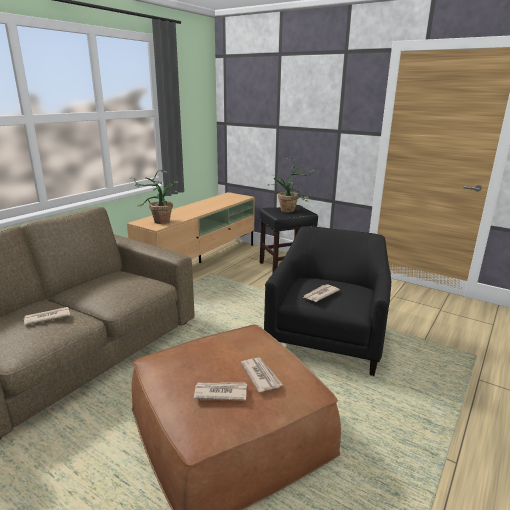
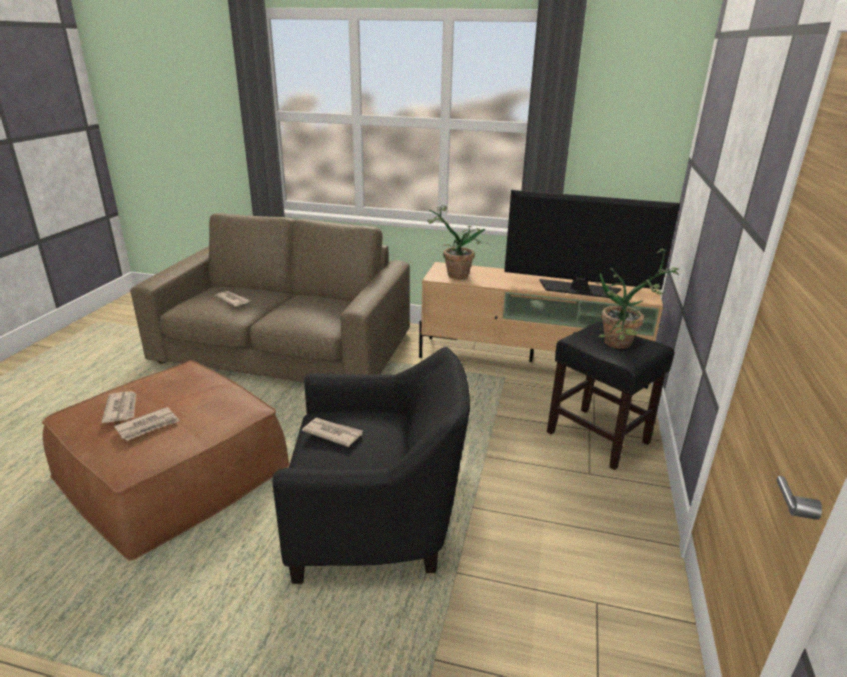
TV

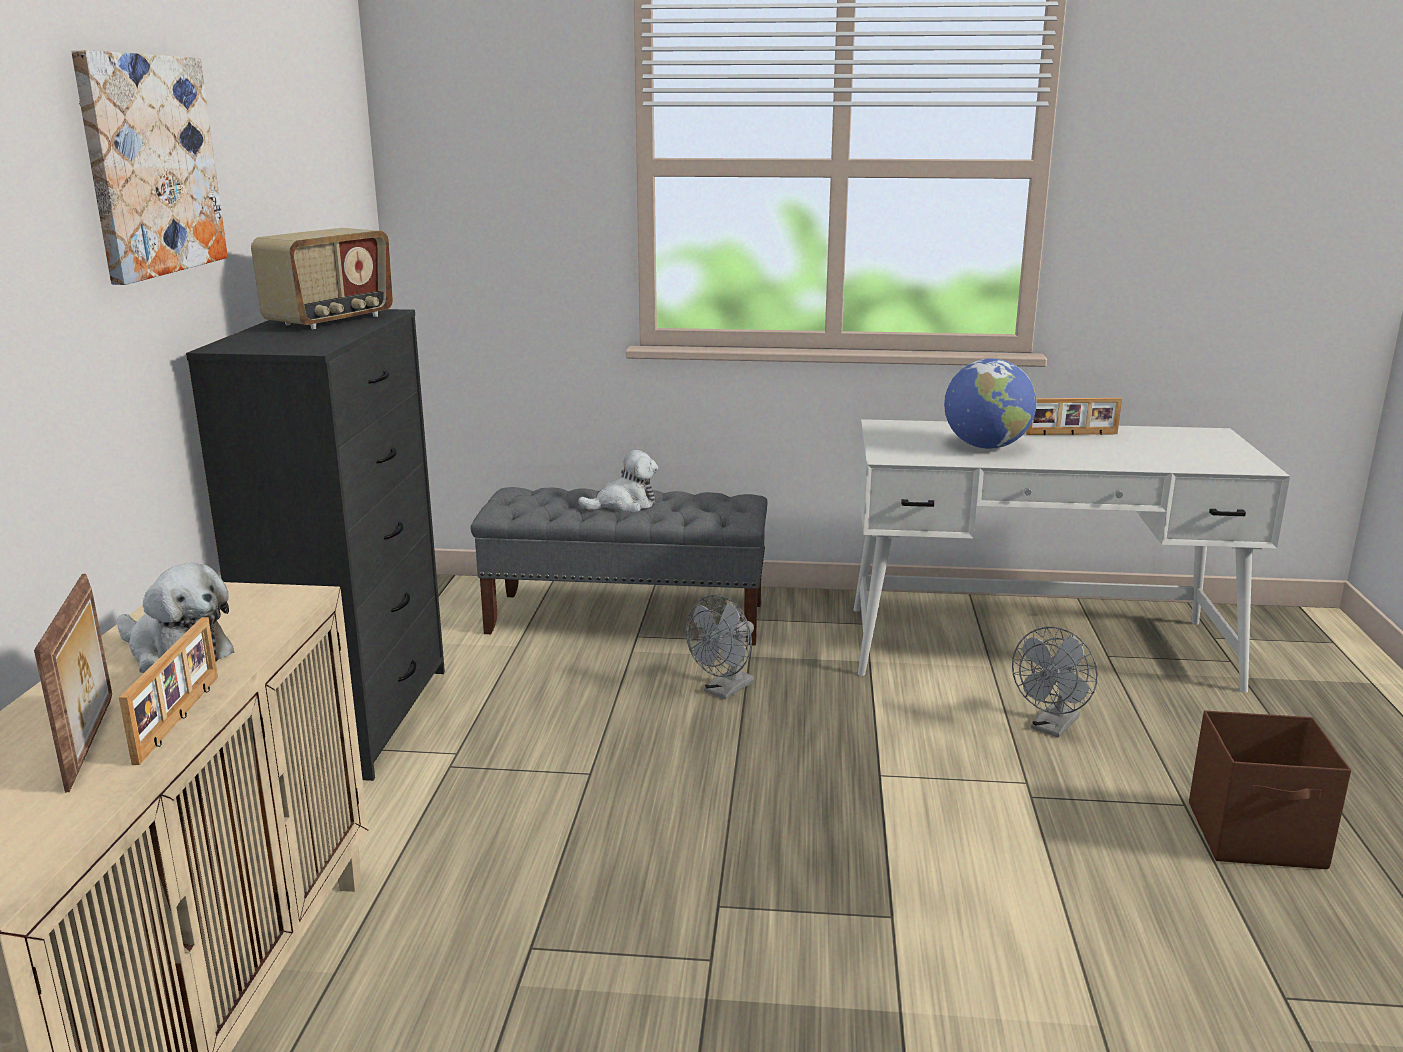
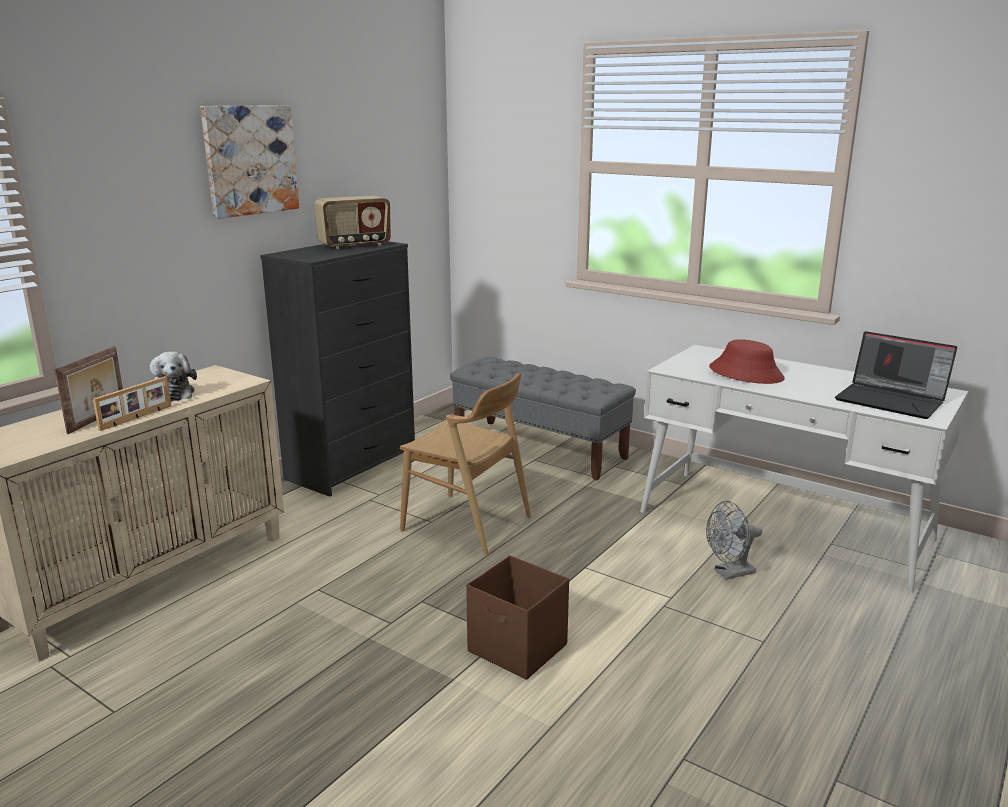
red-coloured hat
picture frame (3rd from left in the first image)
plush toy (2nd from left in the first image)
grey fan (1st from left in the first image)
brown-coloured storage bin
laptop
brown-coloured upright chair

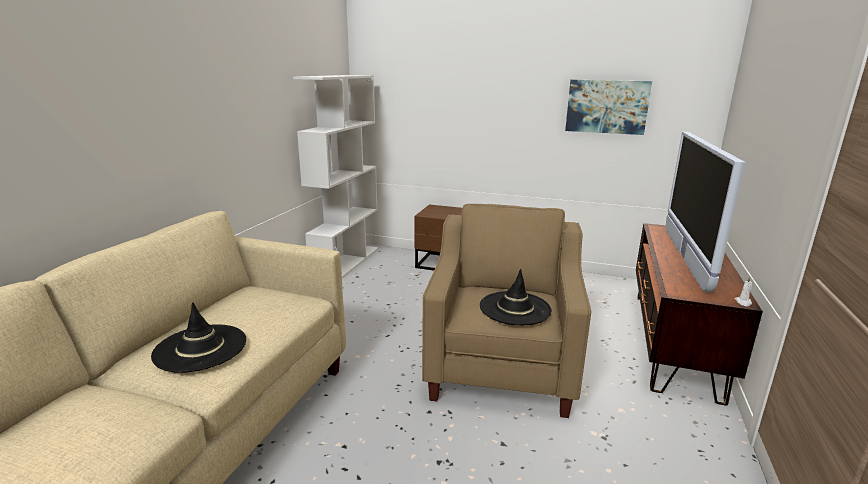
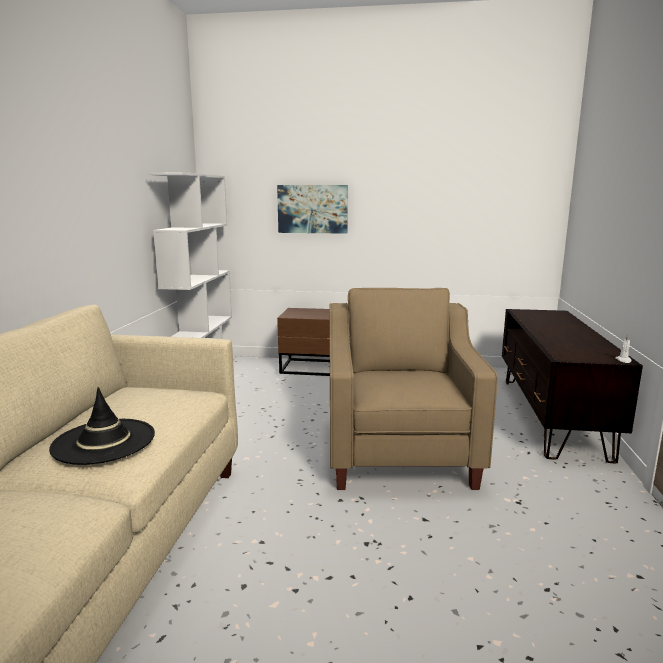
wall picture
TV
black-coloured hat (2nd from left in the first image)

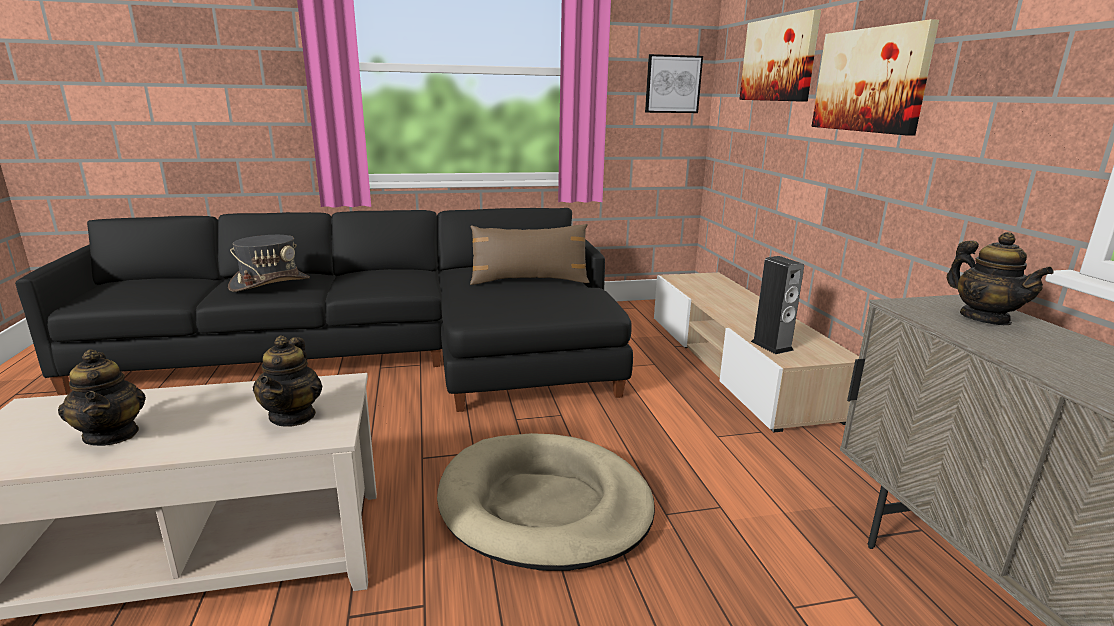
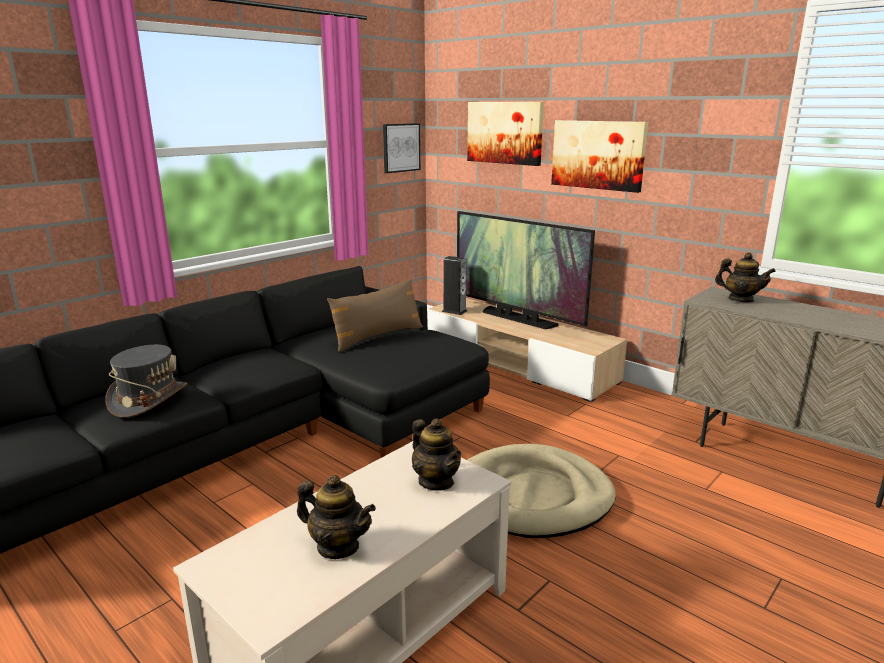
speaker
TV

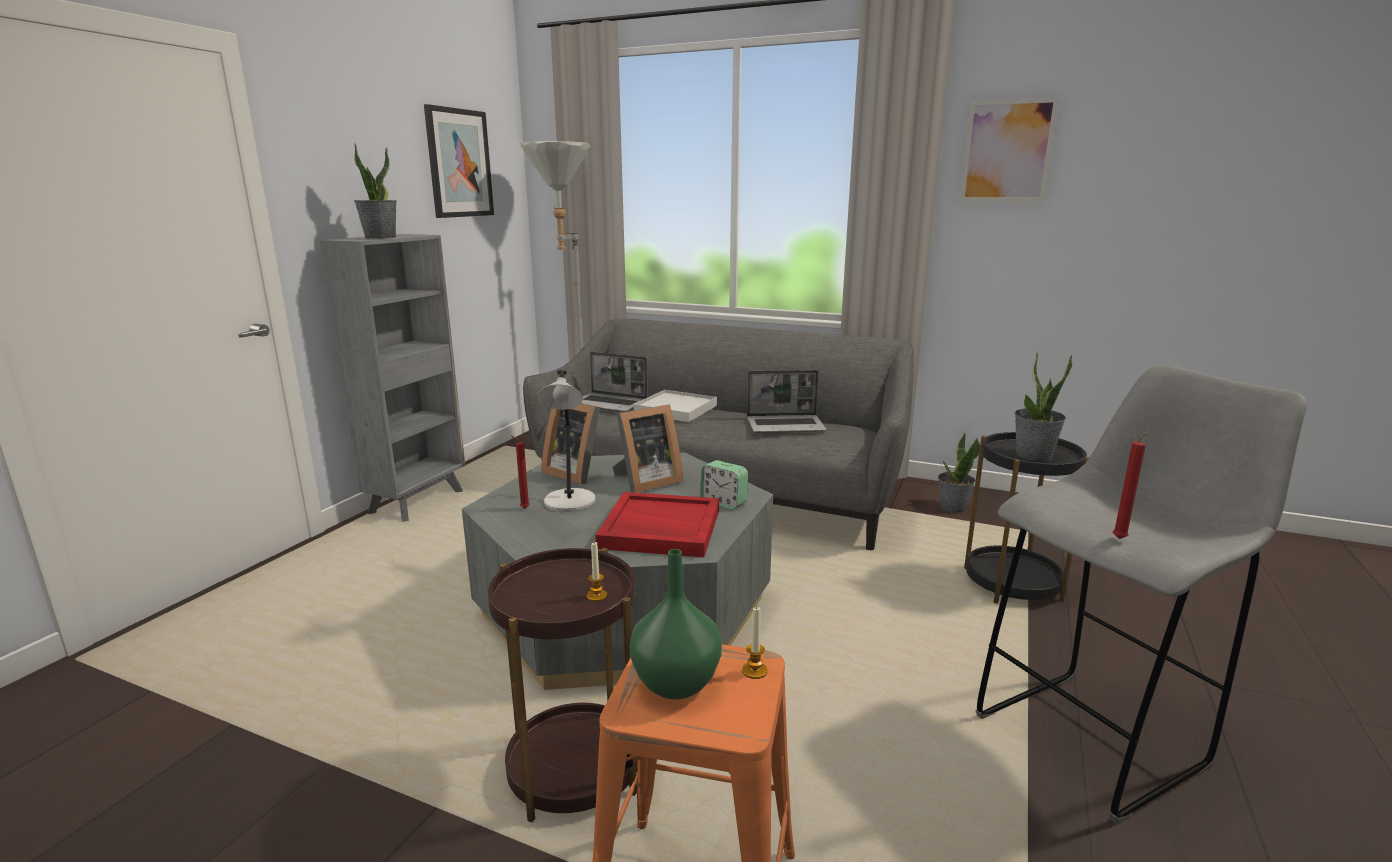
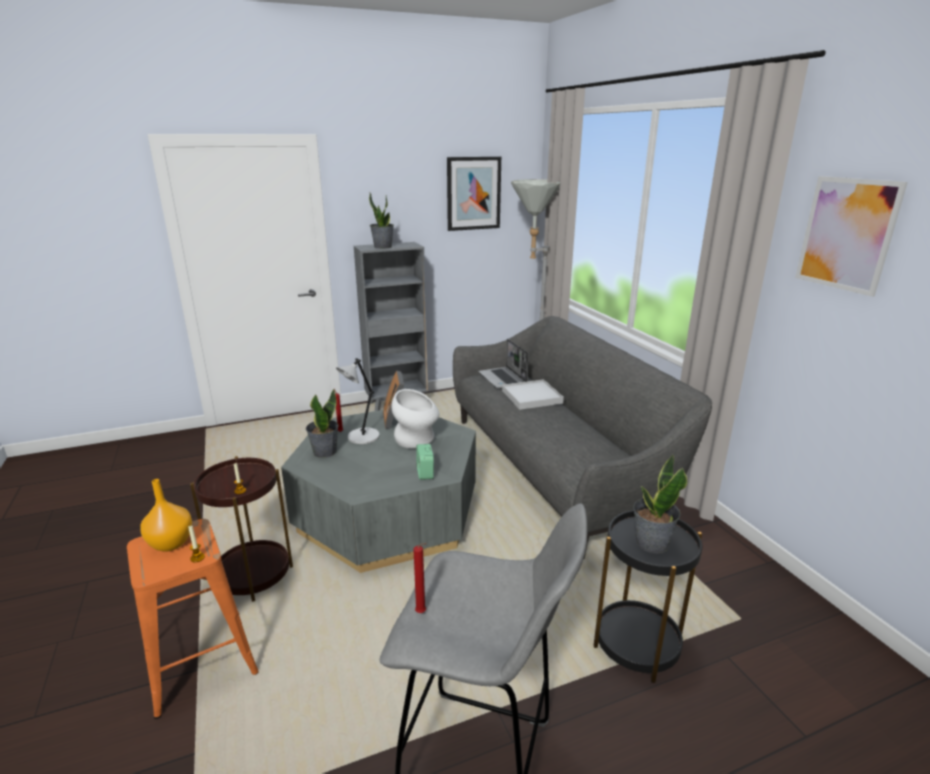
laptop (2nd from left in the first image)
white vase
houseplant (1st from left)
red-coloured serving tray
orange-coloured vase

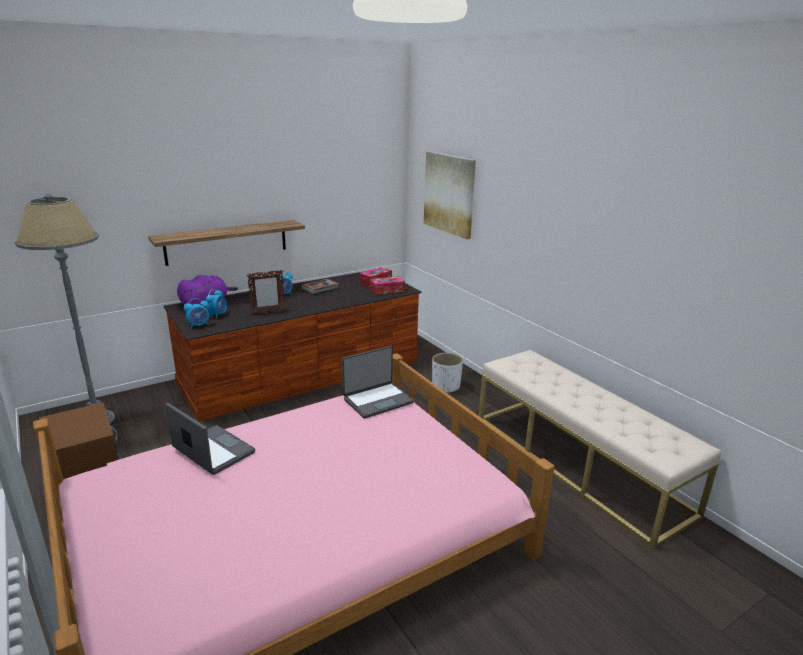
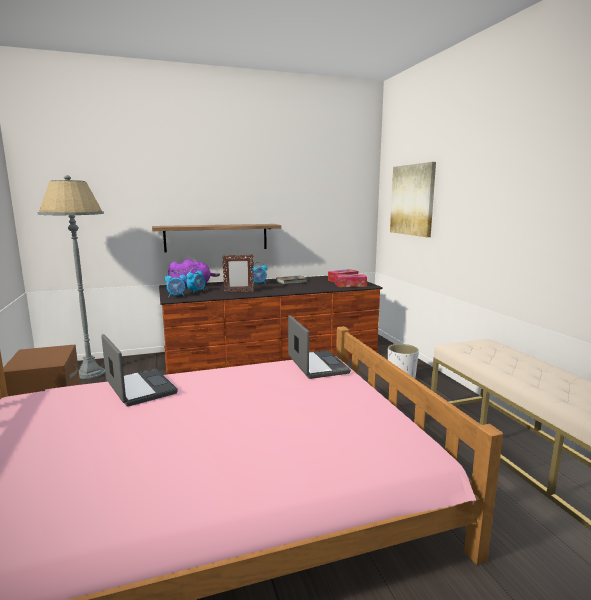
laptop (2nd from left)

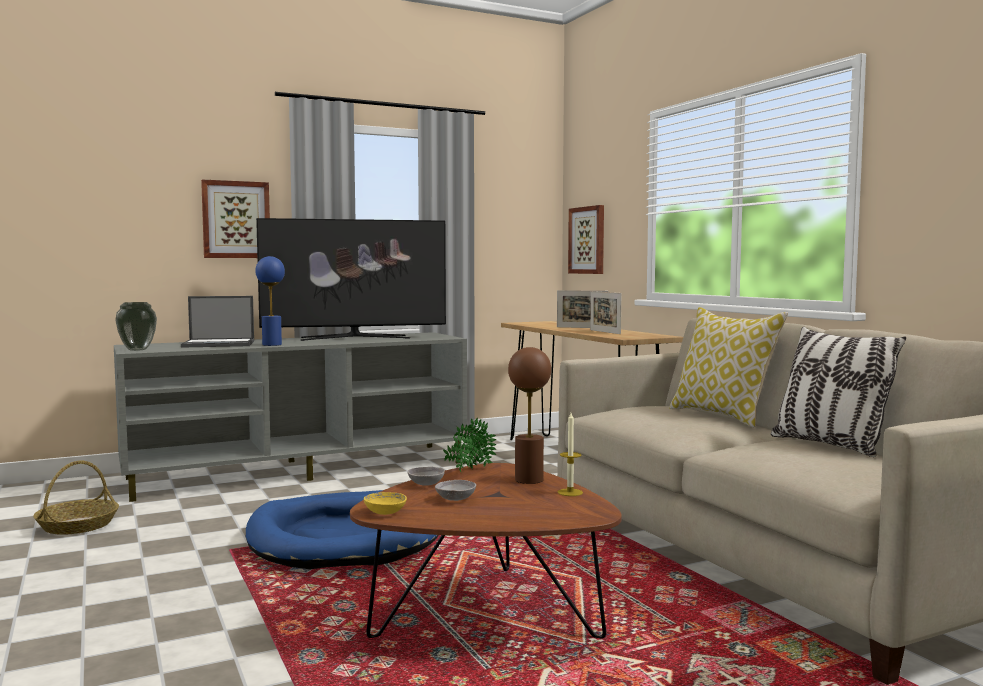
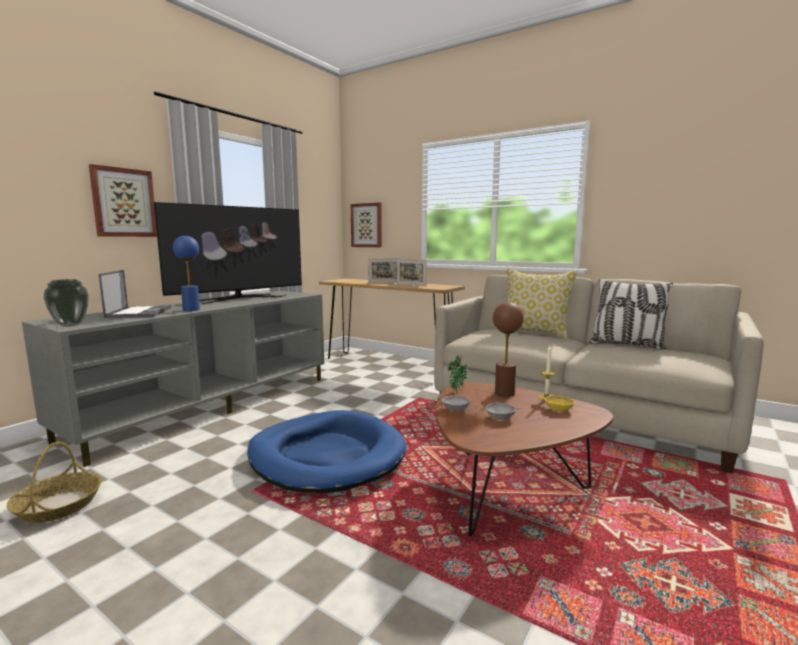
laptop
yellow-coloured bowl

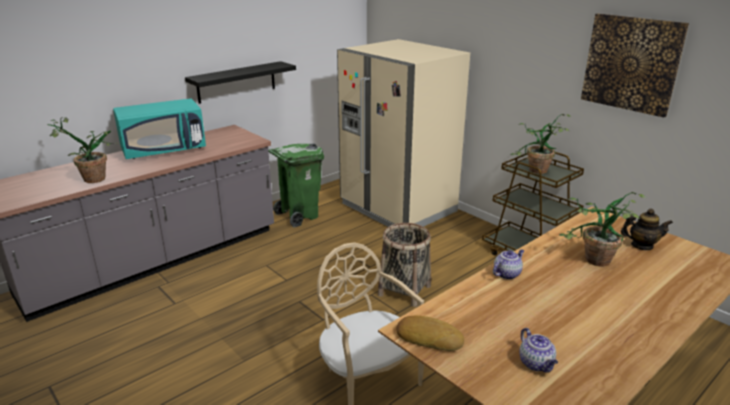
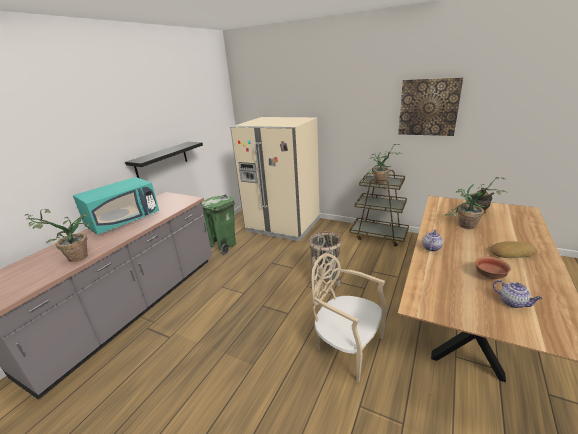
baked bread
bowl

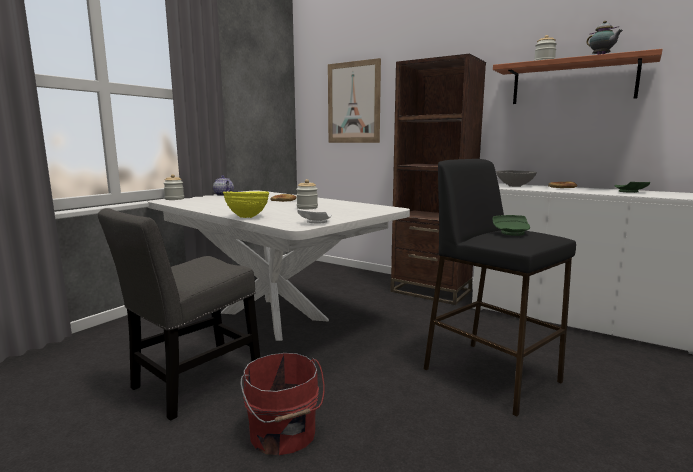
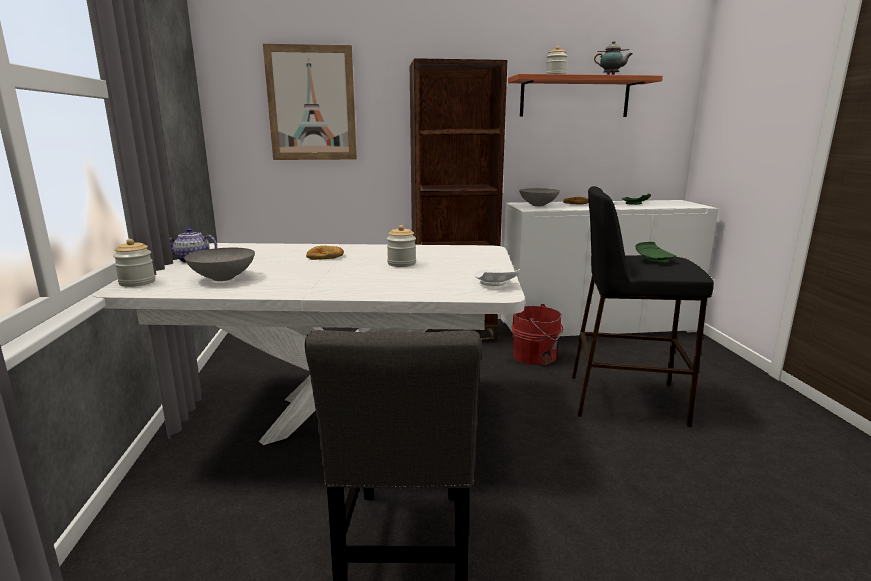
yellow-coloured bowl
red-coloured bucket
grey bowl (1st from left)

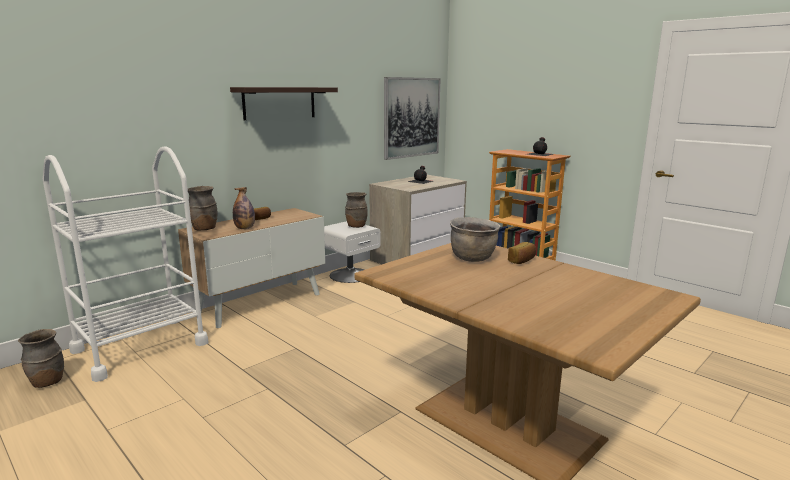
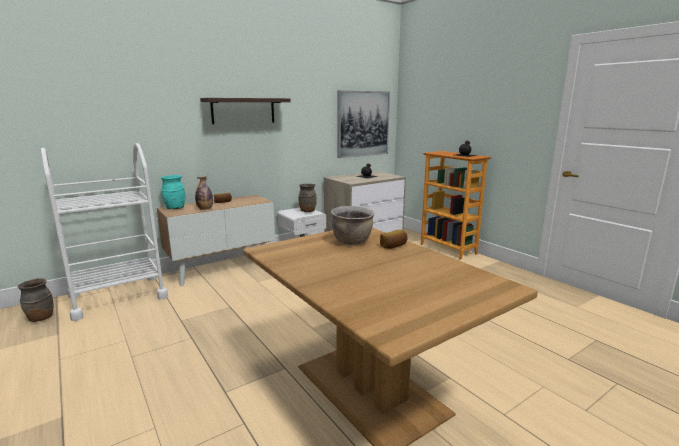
blue-green vase

